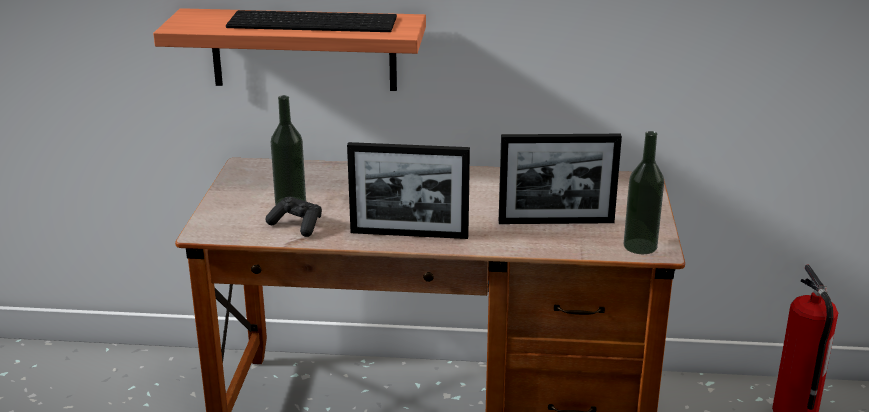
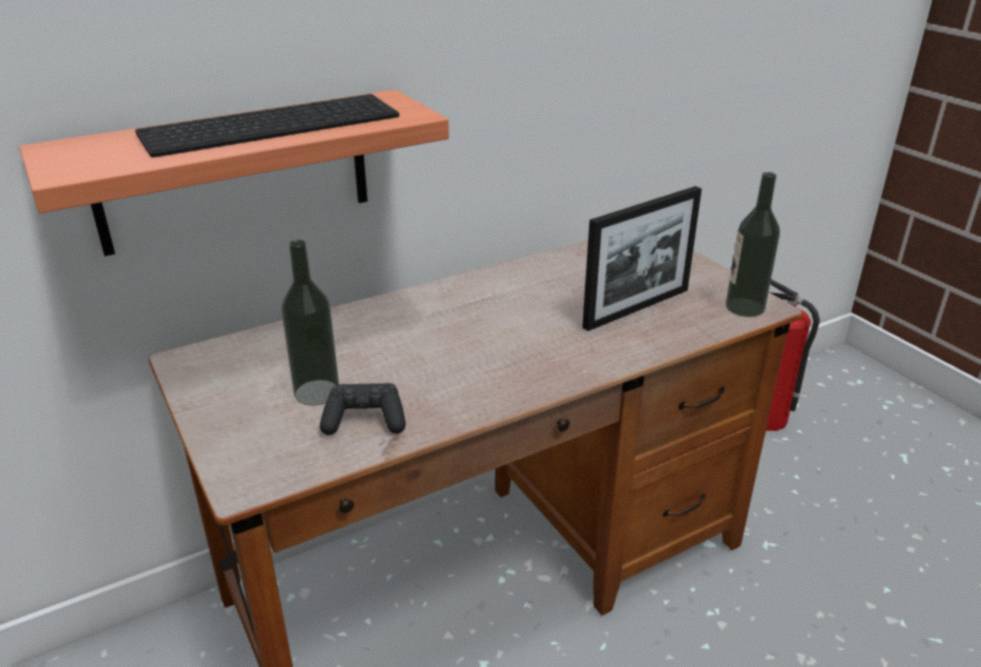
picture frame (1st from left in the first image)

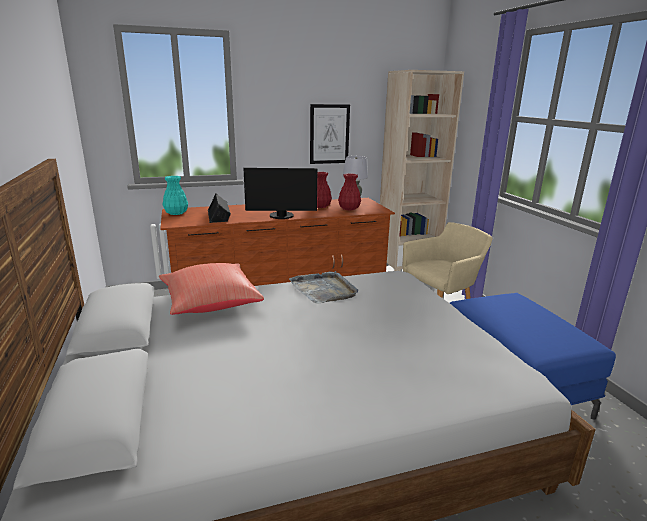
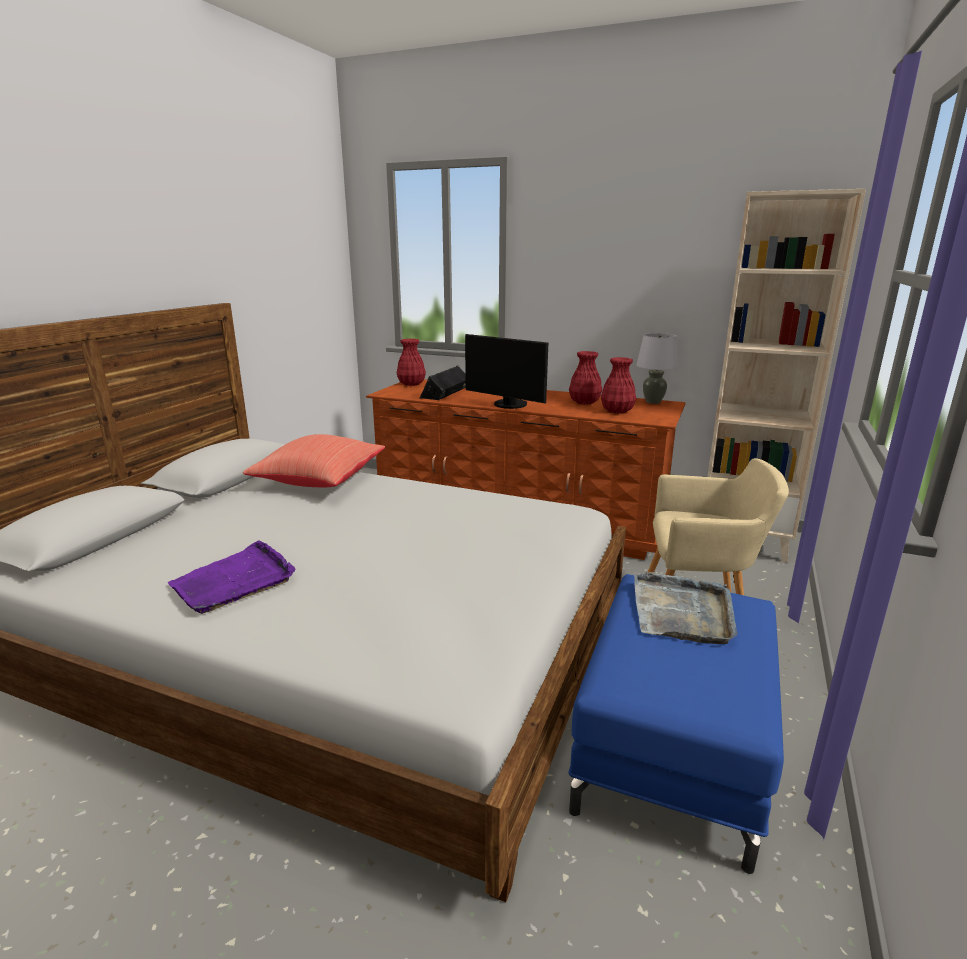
wall picture
red-coloured vase (1st from left)
grey serving tray
purplish serving tray

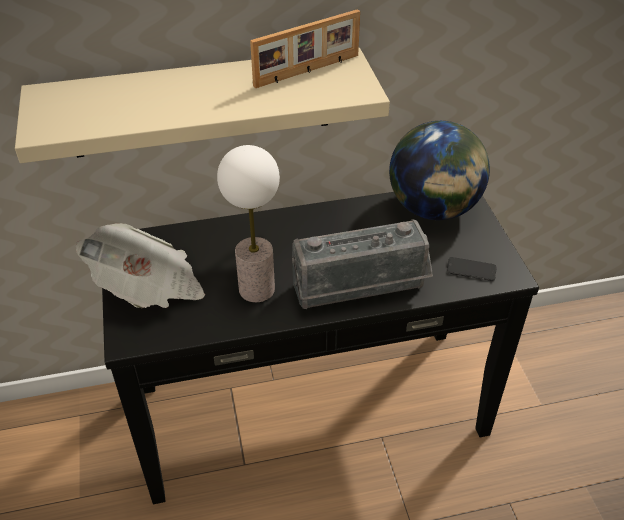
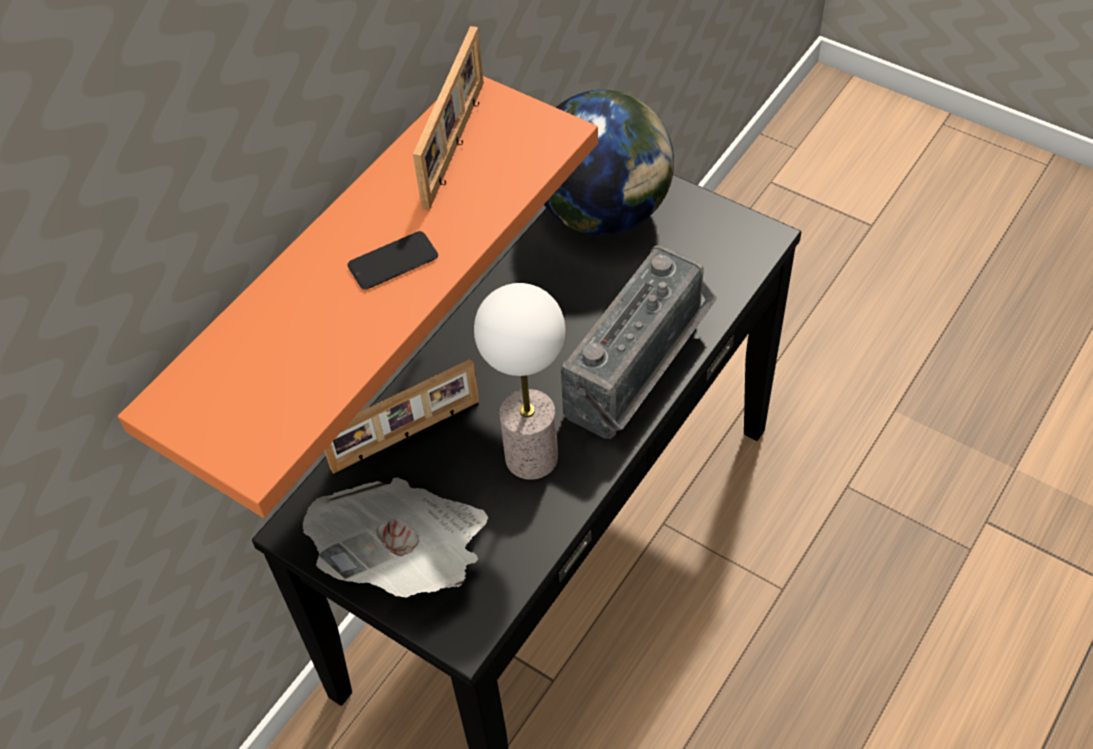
orange-coloured bracket shelf
phone
picture frame (1st from left)

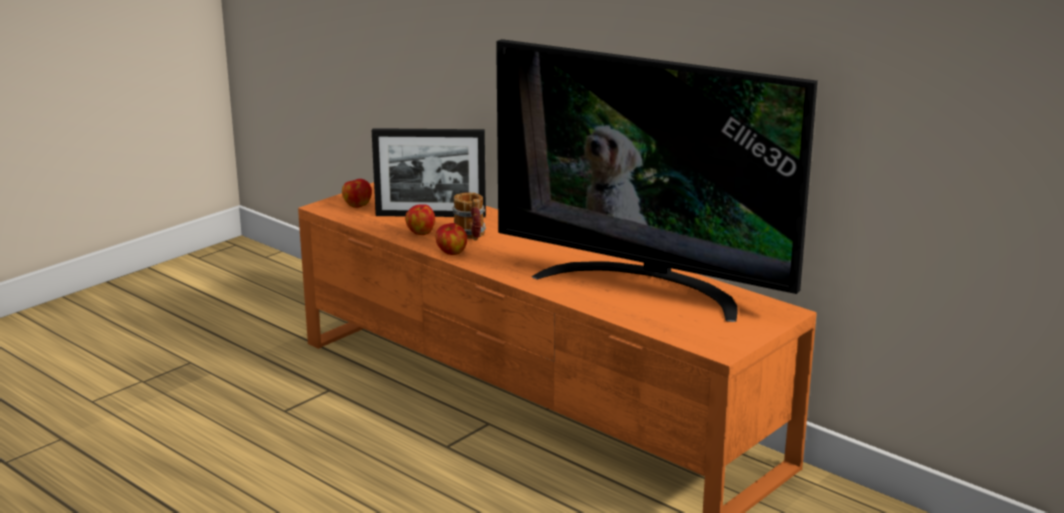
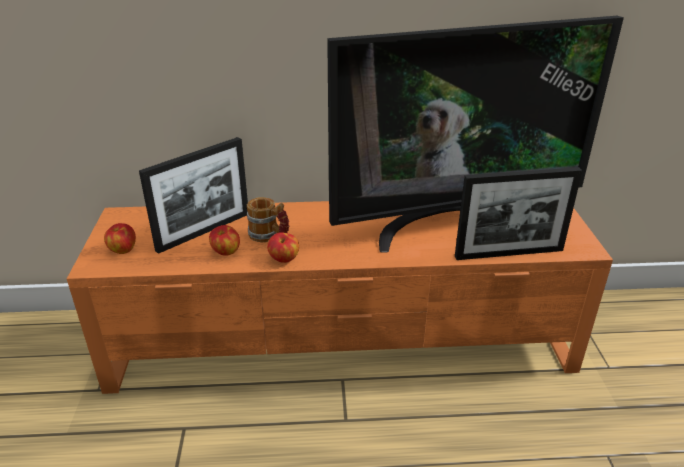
picture frame (2nd from left)

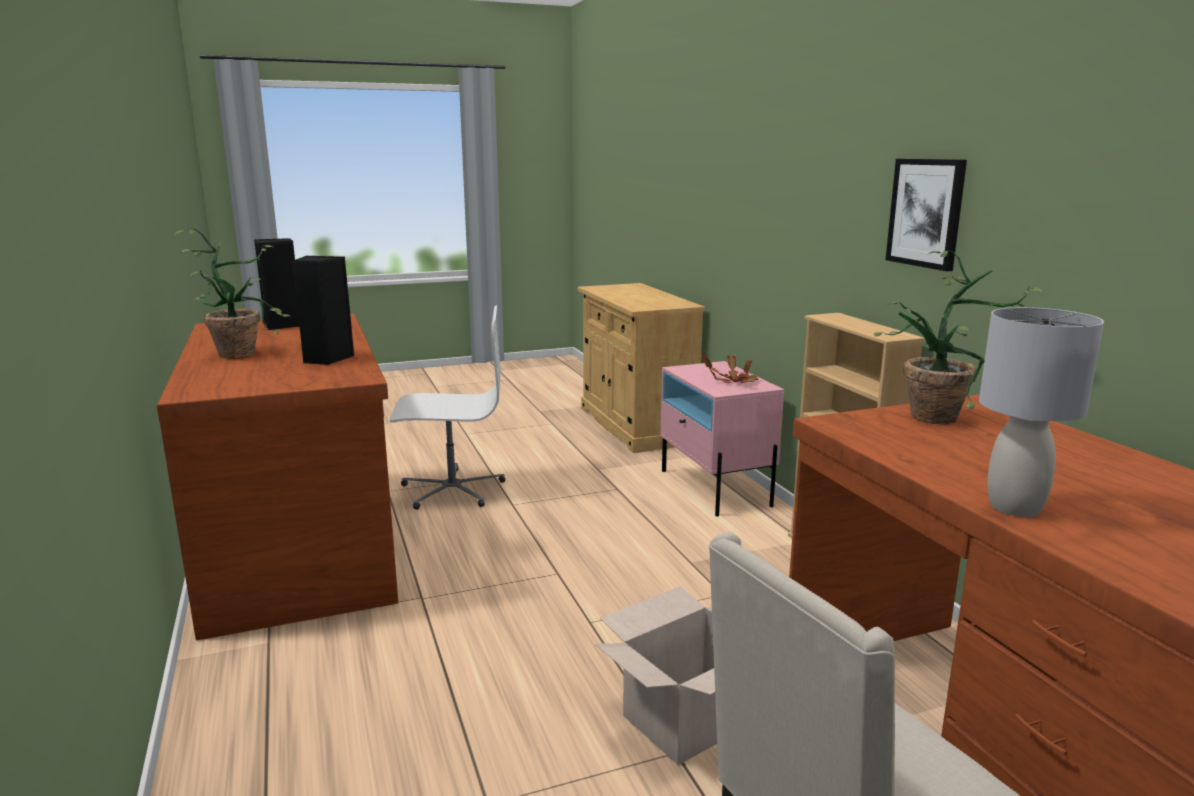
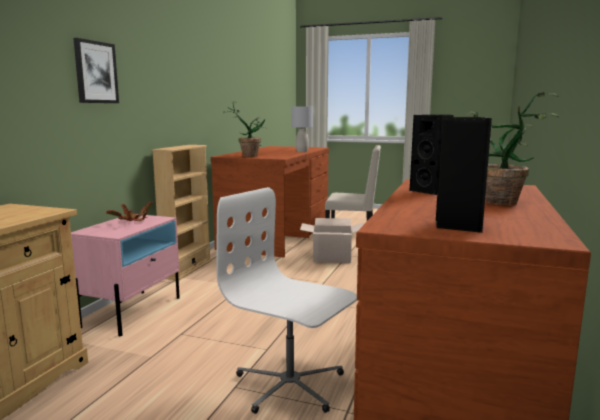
wall picture

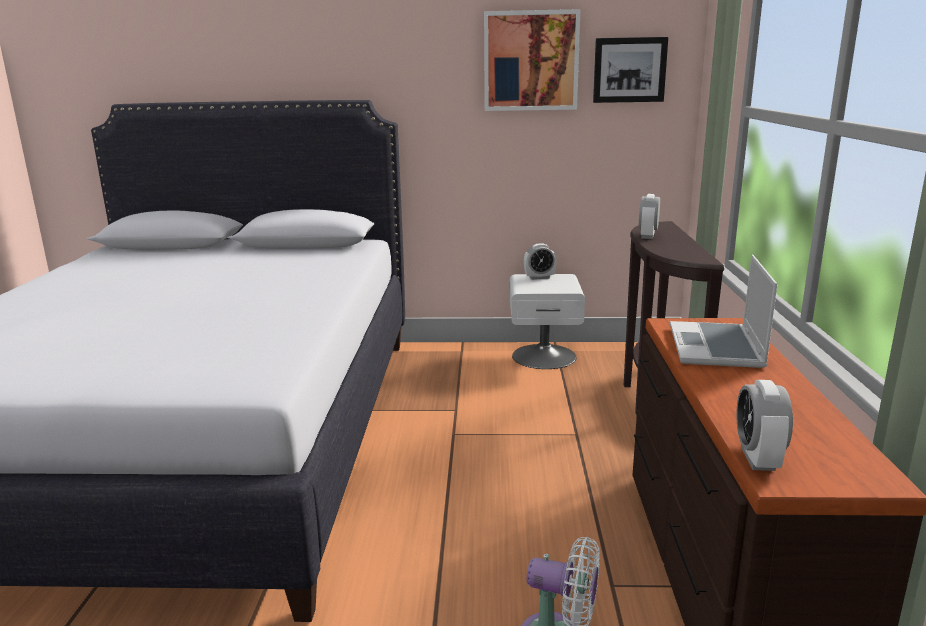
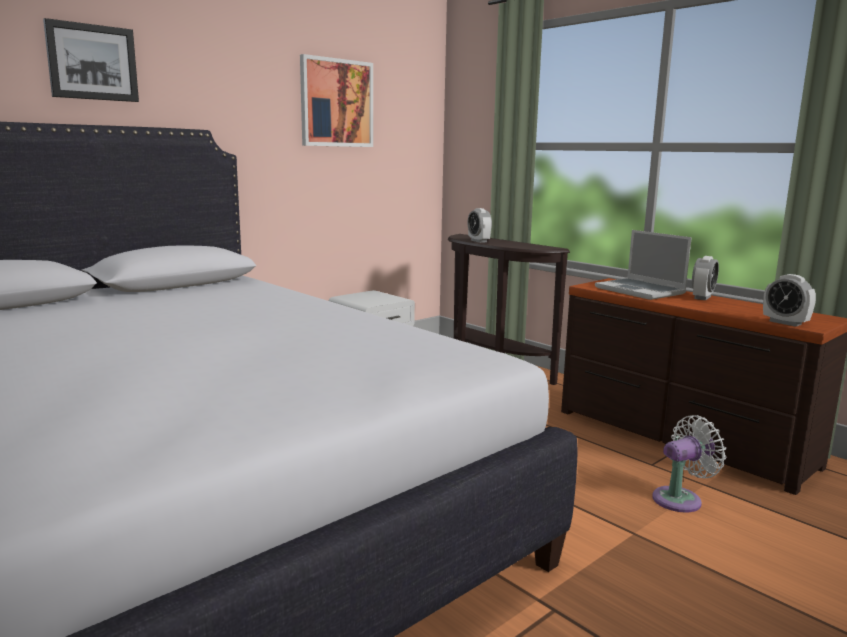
wall picture (1st from left)
table clock (2nd from left)

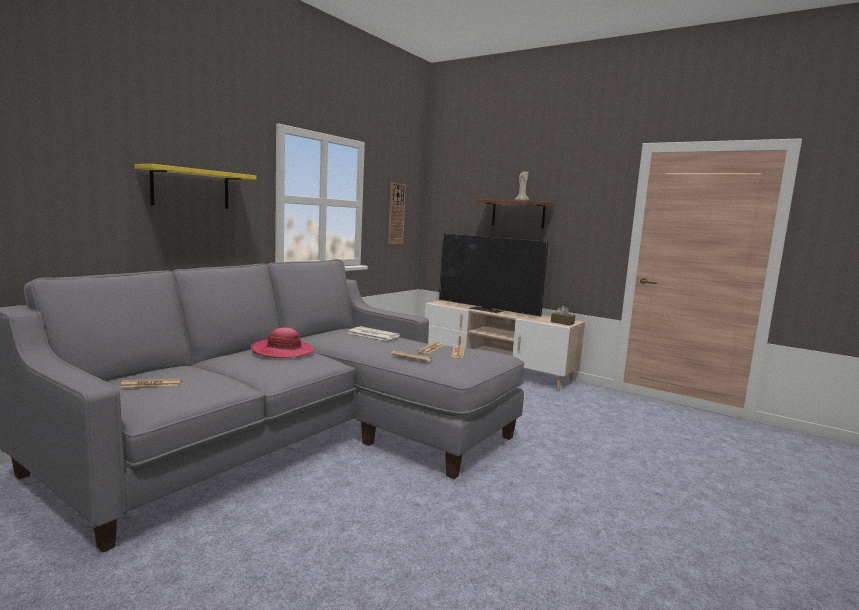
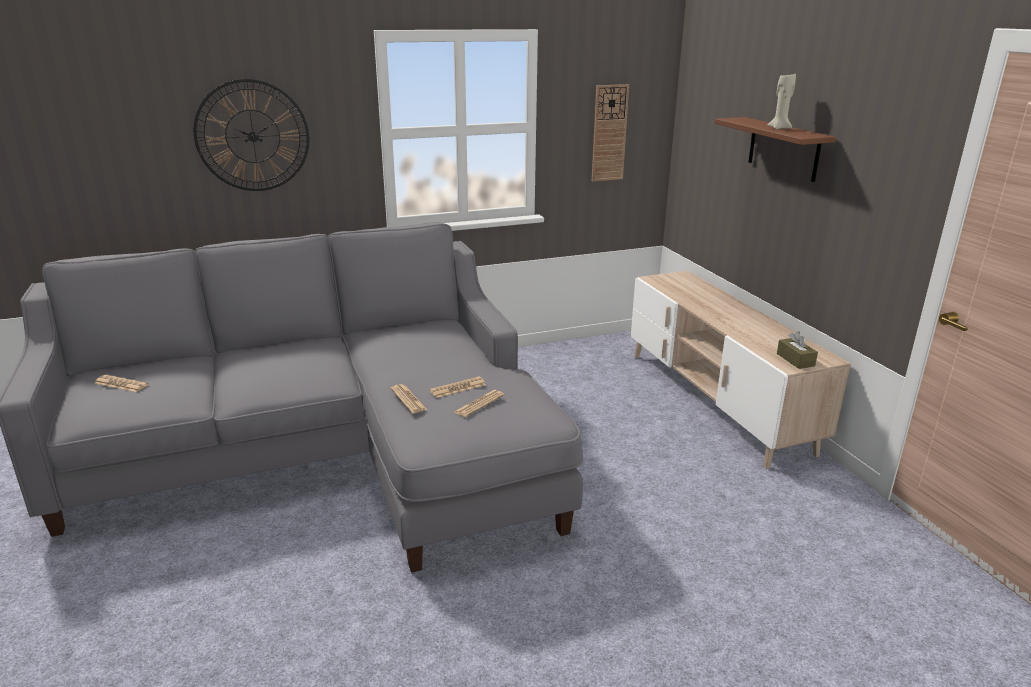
hanging clock (1st from left)
TV
newspaper (2nd from left in the first image)
hat

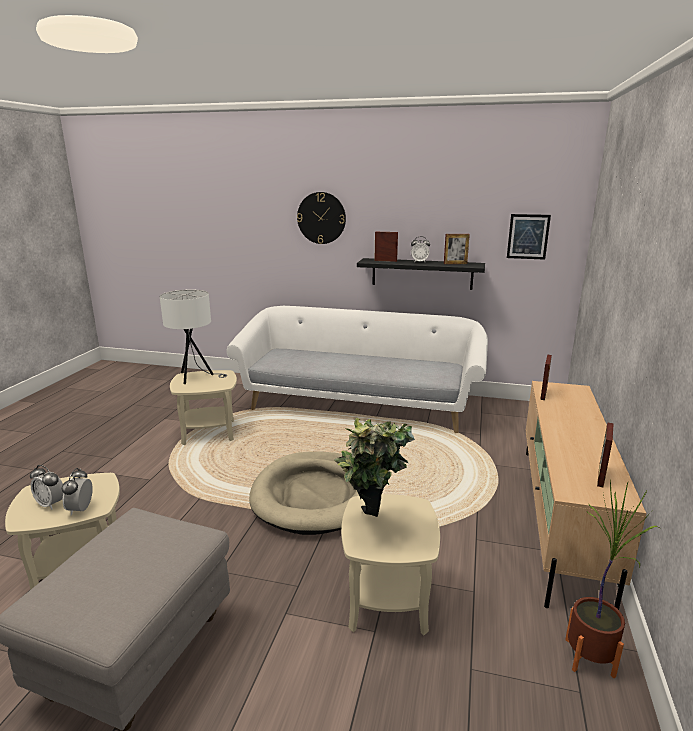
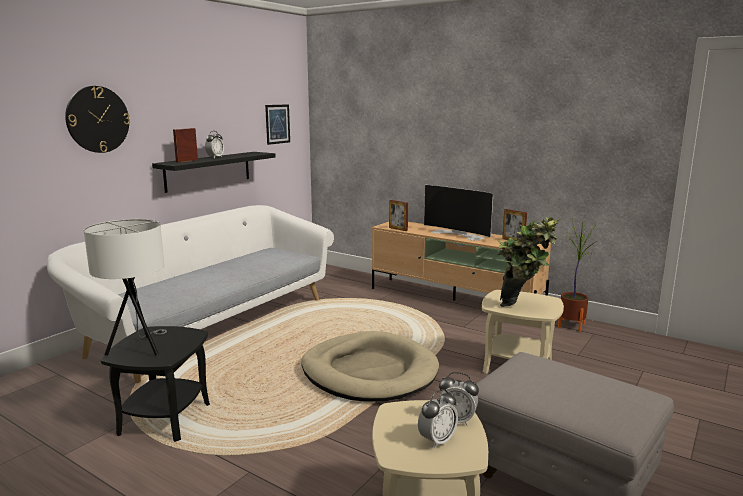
picture frame (2nd from left in the first image)
black-coloured accent table
TV

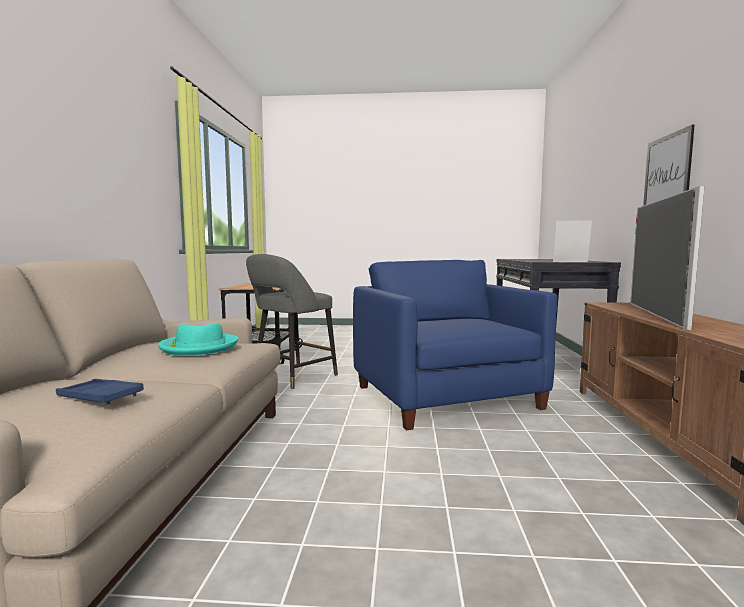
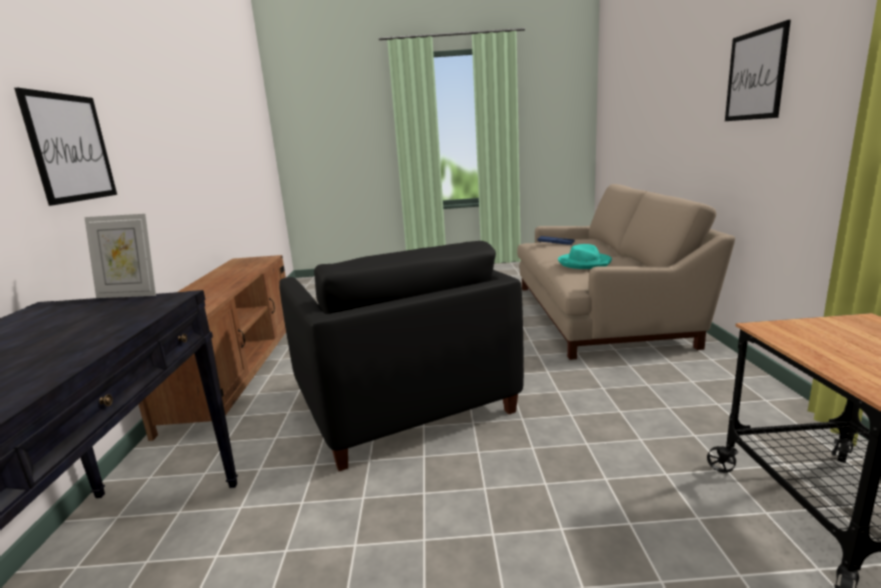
TV
grey stool
black-coloured easy chair
wall picture (2nd from left)

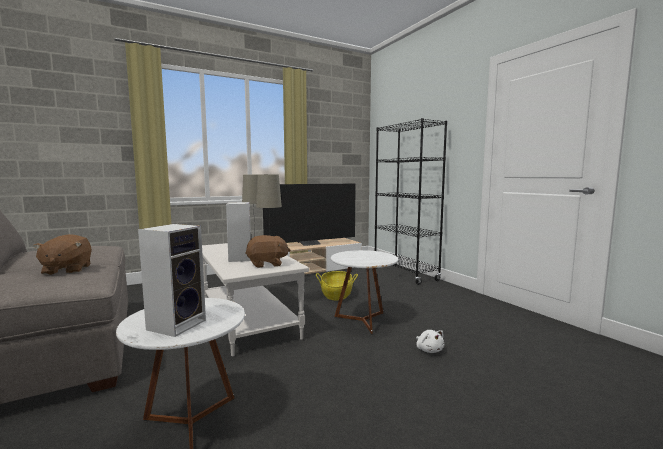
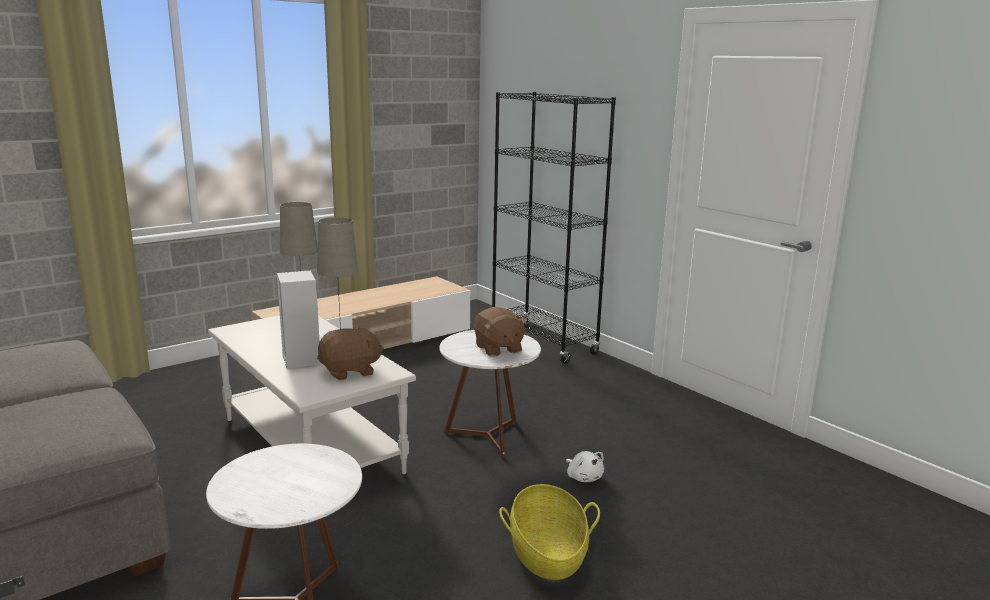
TV
speaker (1st from left in the first image)
brown-coloured plush toy (2nd from left)
storage basket

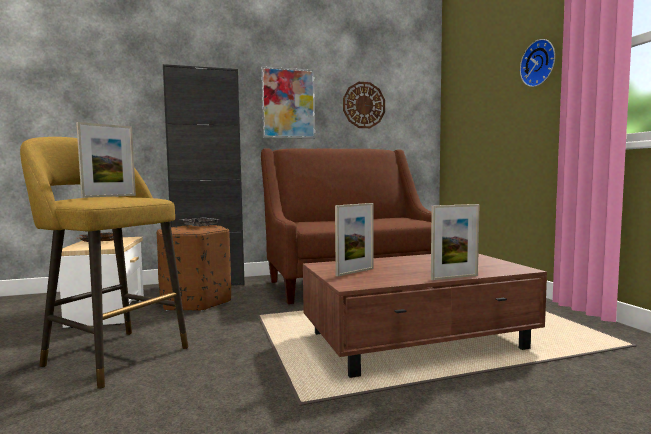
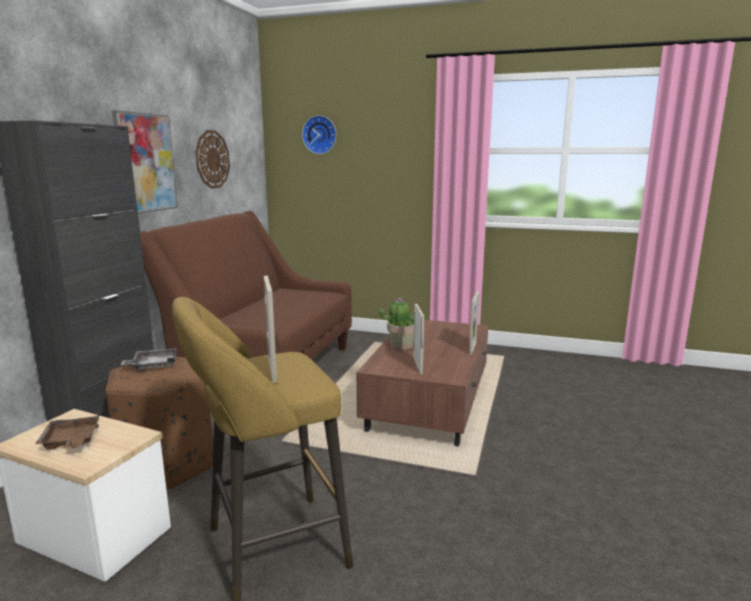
hanging clock (2nd from left)
houseplant

